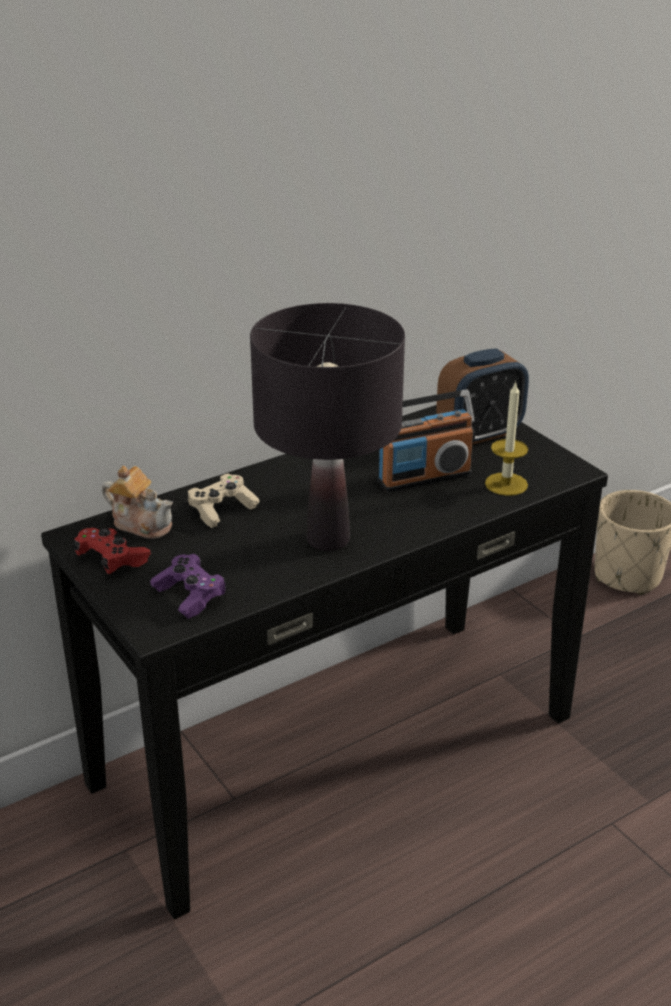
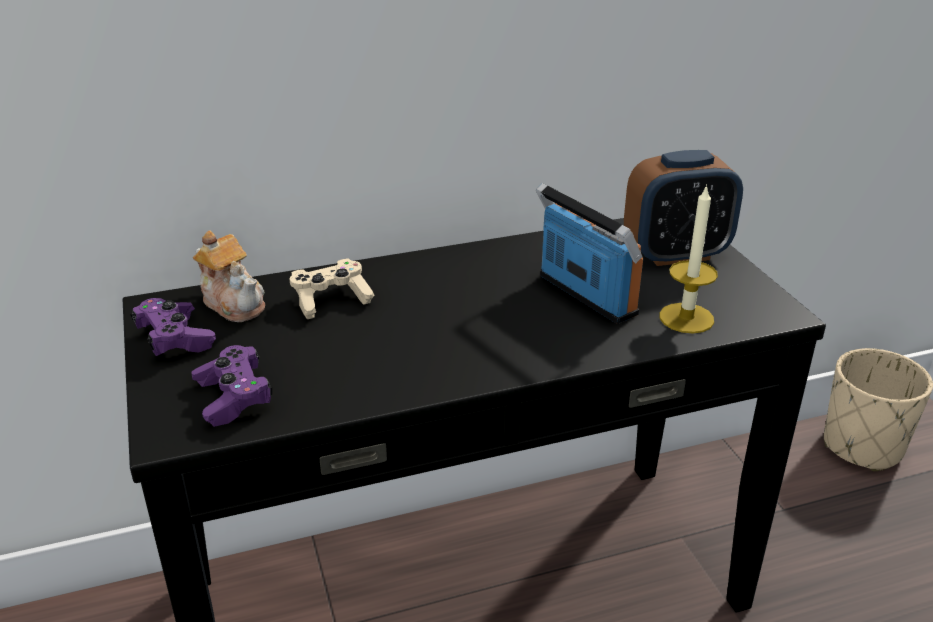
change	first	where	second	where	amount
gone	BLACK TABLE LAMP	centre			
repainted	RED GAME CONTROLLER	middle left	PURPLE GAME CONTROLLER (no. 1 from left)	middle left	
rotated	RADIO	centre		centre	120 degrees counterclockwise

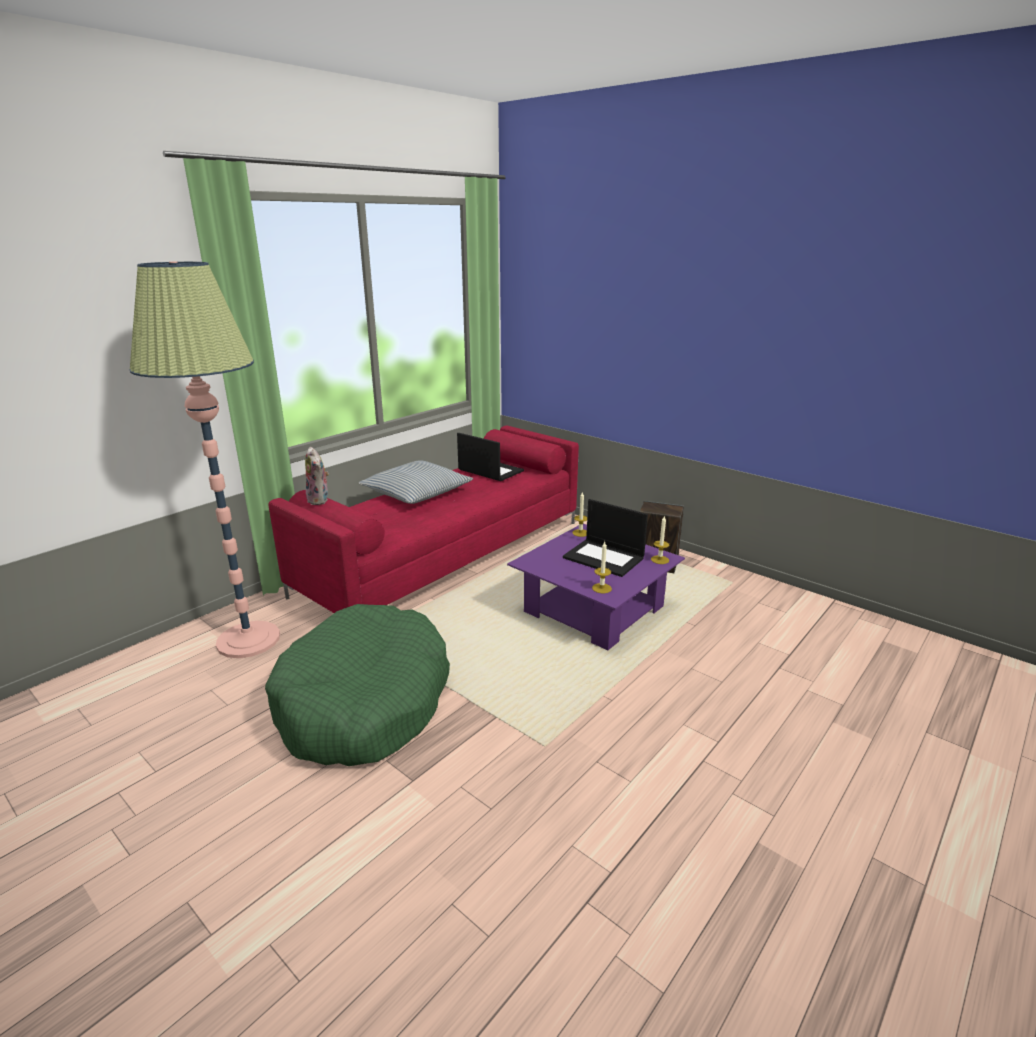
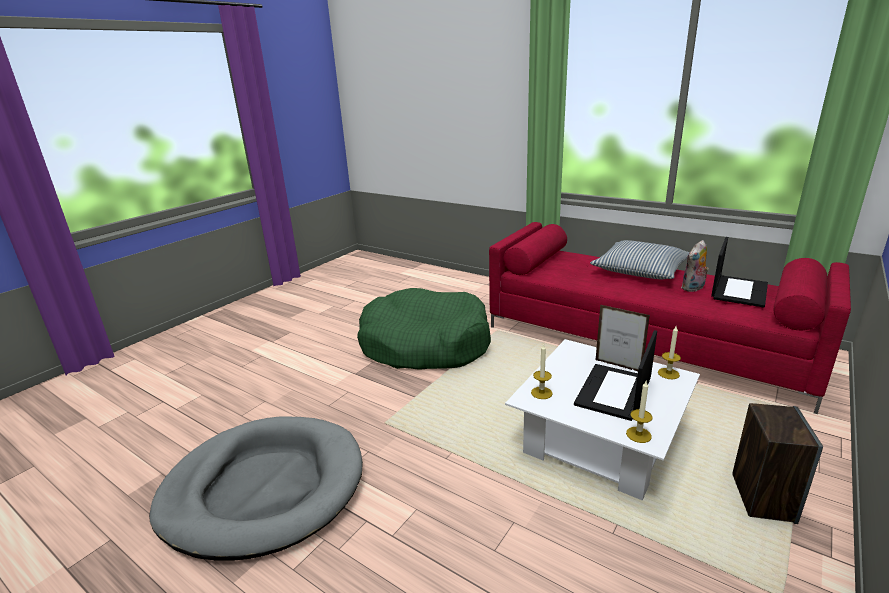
change	first	where	second	where	amount
gone	FLOOR LAMP	middle left			
new			GREY DOG BED	bottom left	
new			PICTURE FRAME	middle right	
shifted	PLUSH TOY	middle left		middle right	
repainted	PURPLE COFFEE TABLE	centre	WHITE COFFEE TABLE	bottom right	

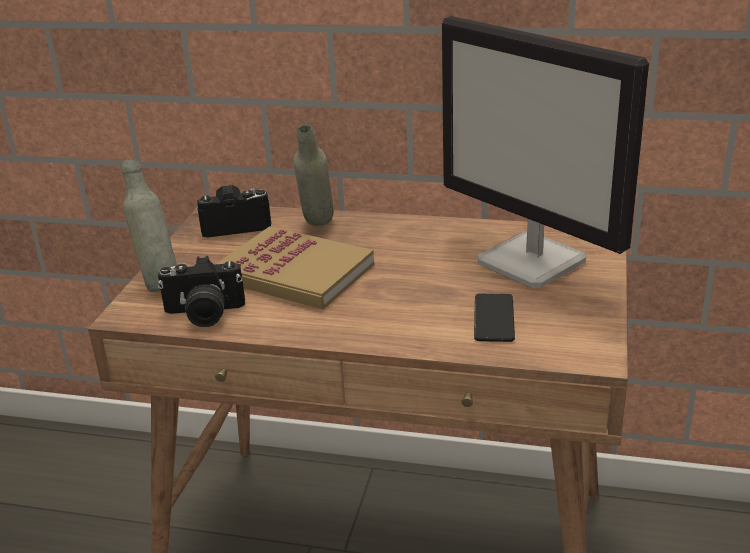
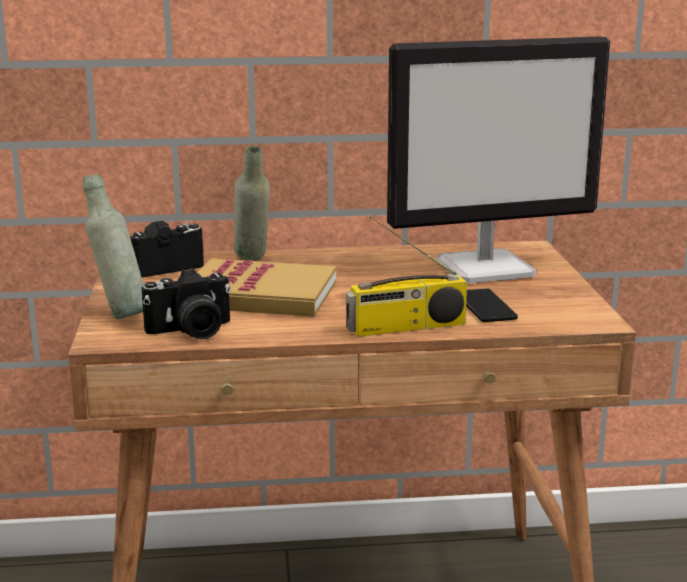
change	first	where	second	where	amount
new			RADIO	centre	
rotated	MONITOR	top right		top right	45 degrees counterclockwise

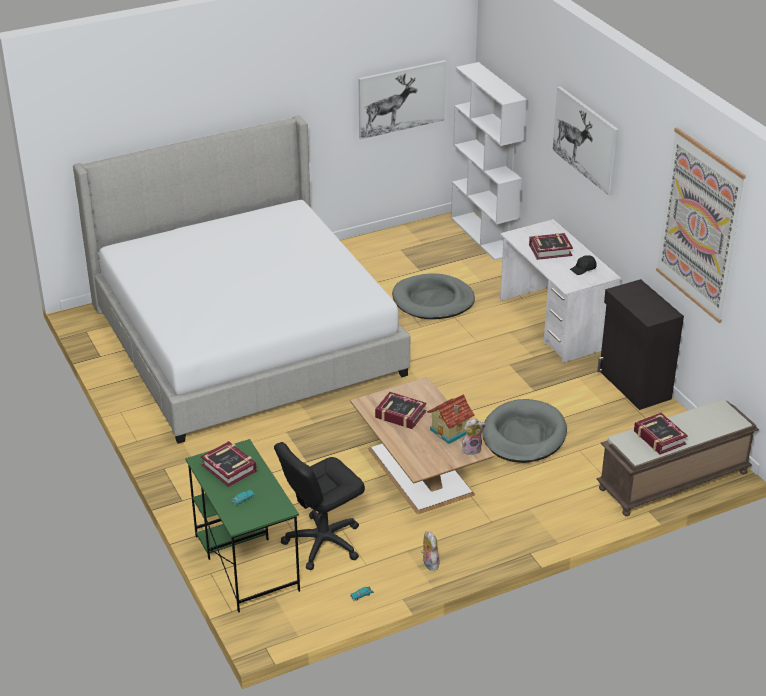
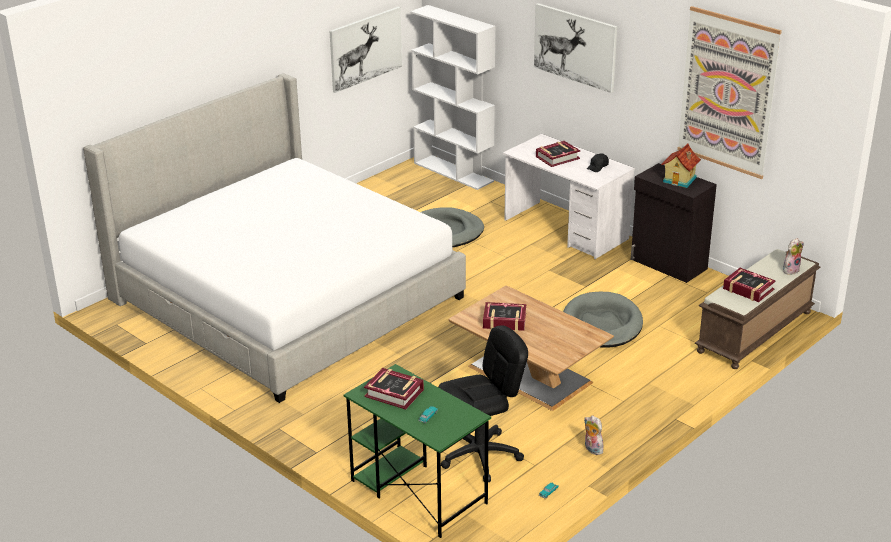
change	first	where	second	where	amount
shifted	TOY HOUSE	centre		top right	
shifted	PLUSH TOY (no. 2 from left)	centre		middle right	
rotated	BLACK OFFICE CHAIR	bottom centre		bottom centre	150 degrees counterclockwise

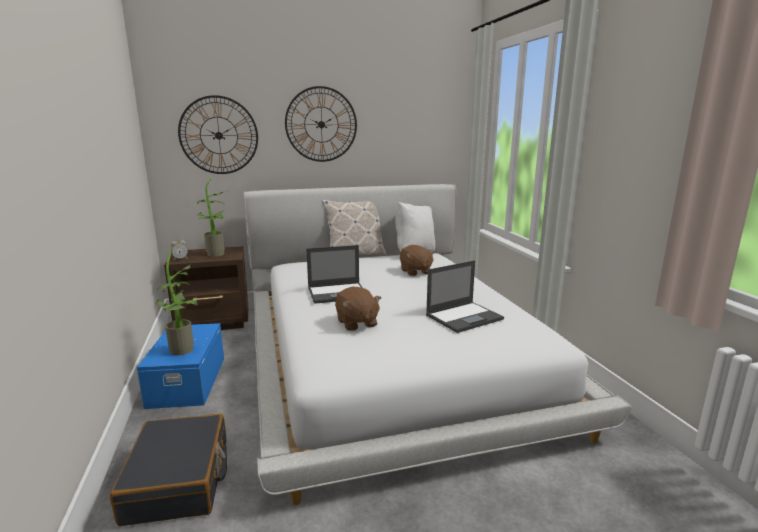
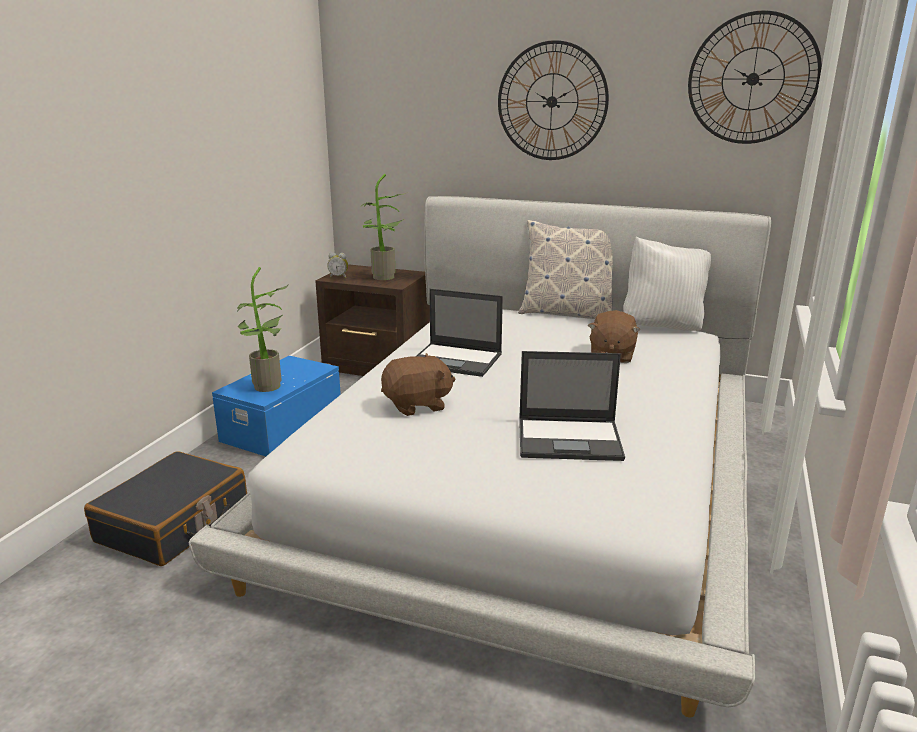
change	first	where	second	where	amount
shifted	WALL CLOCK (no. 1 from left in the first image)	top left	WALL CLOCK (no. 2 from left)	top right	
rotated	BROWN PLUSH TOY (no. 1 from left)	centre		centre	120 degrees counterclockwise

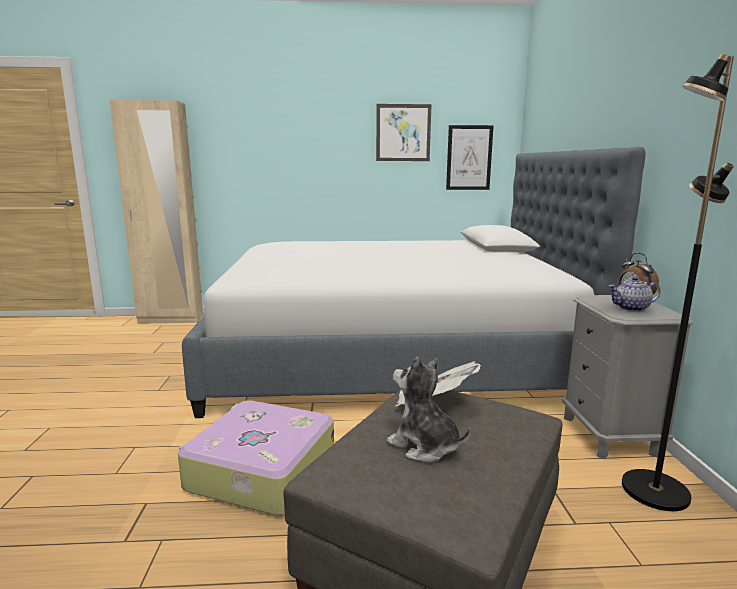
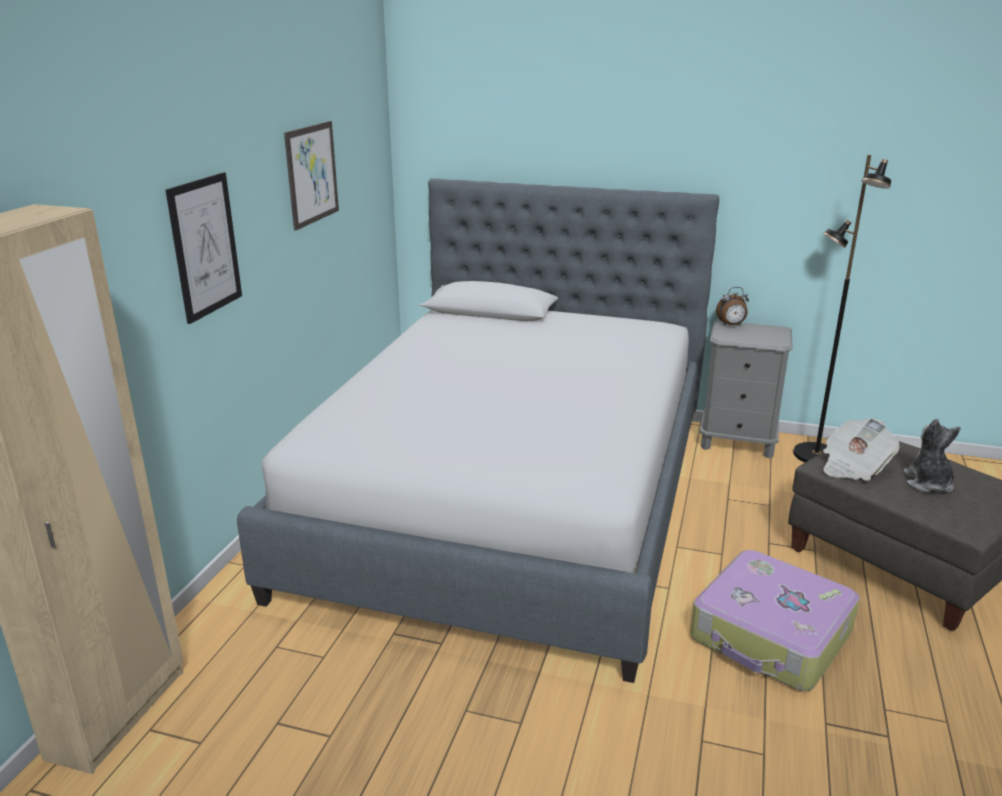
change	first	where	second	where	amount
gone	TEAPOT	middle right			
shifted	PICTURE (no. 2 from left in the first image)	top centre	PICTURE (no. 1 from left)	top left	
rotated	PLUSH TOY	bottom centre		middle right	120 degrees clockwise

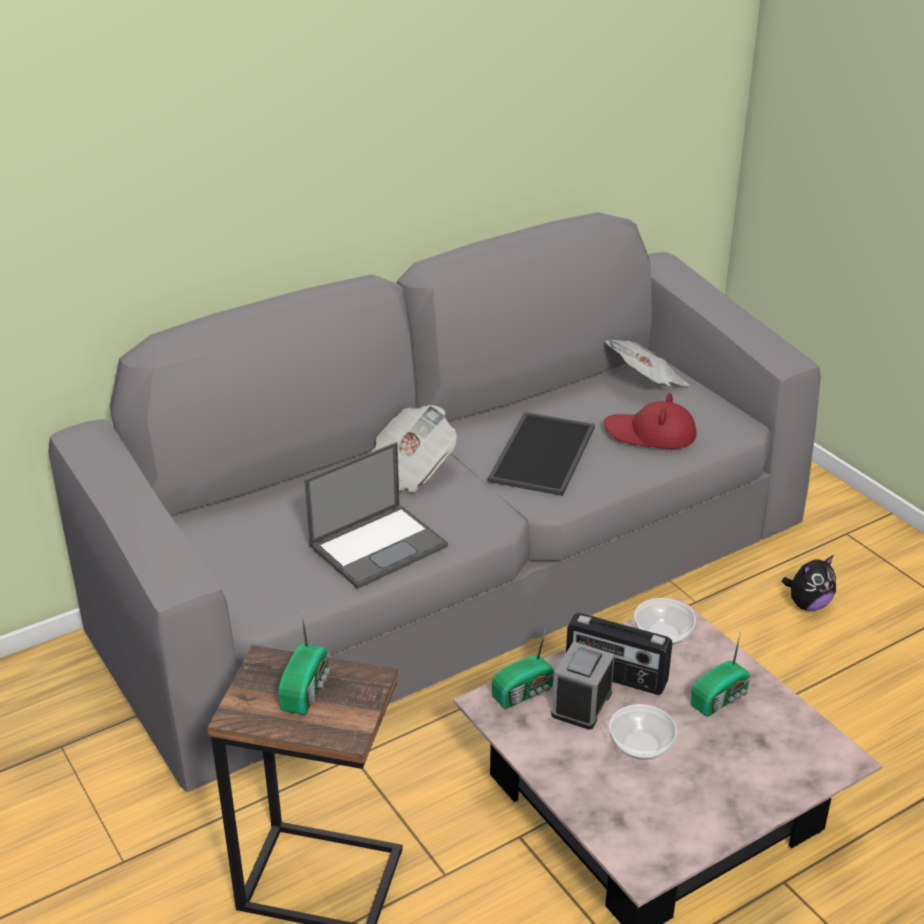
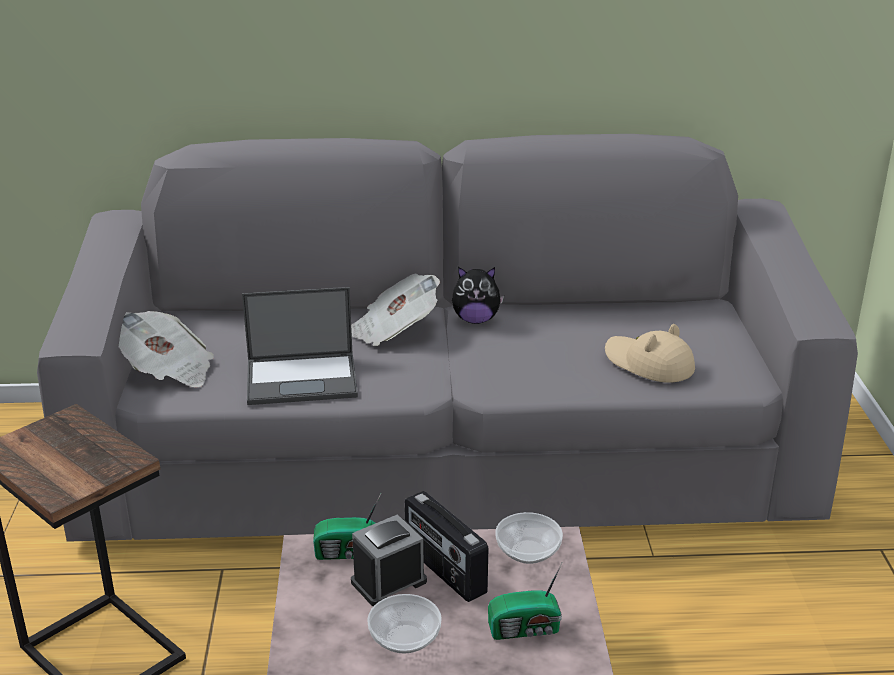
change	first	where	second	where	amount
gone	RADIO (no. 1 from left)	bottom left			
gone	TRAY	centre			
shifted	NEWSPAPER (no. 2 from left in the first image)	middle right	NEWSPAPER (no. 1 from left)	middle left	
shifted	PLUSH TOY	middle right		centre	
repainted	RED HAT	middle right	BEIGE HAT	middle right	

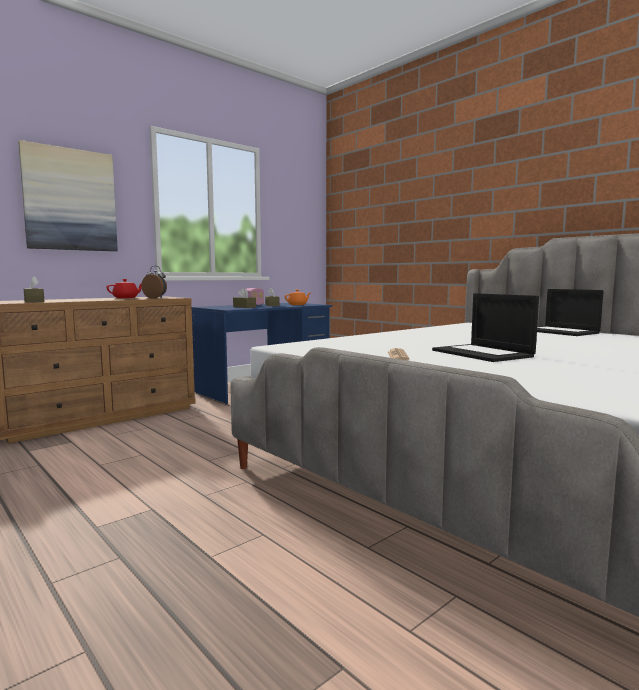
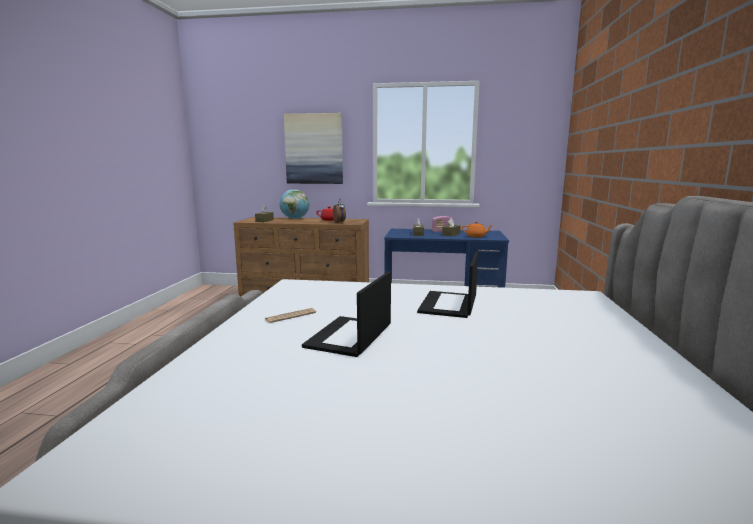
change	first	where	second	where	amount
new			GLOBE	centre	
shifted	LAPTOP (no. 2 from left)	middle right		centre	

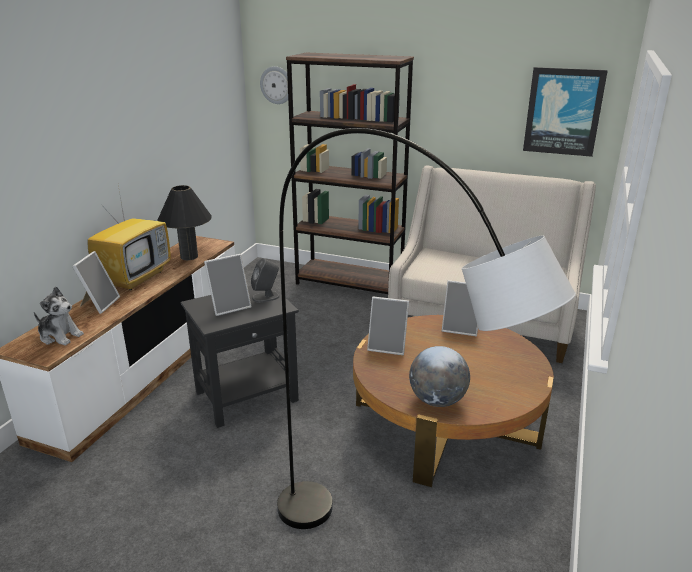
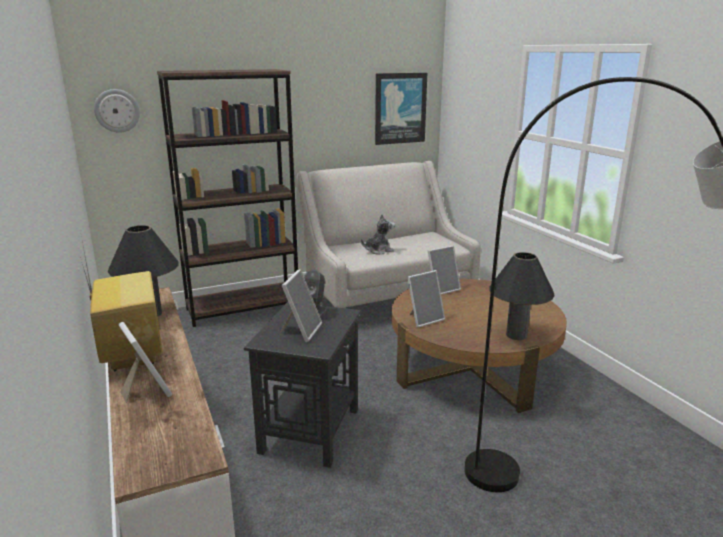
change	first	where	second	where	amount
shifted	PLUSH TOY	middle left		centre	
swapped	GLOBE	centre	BLACK TABLE LAMP (no. 2 from left)	middle right	

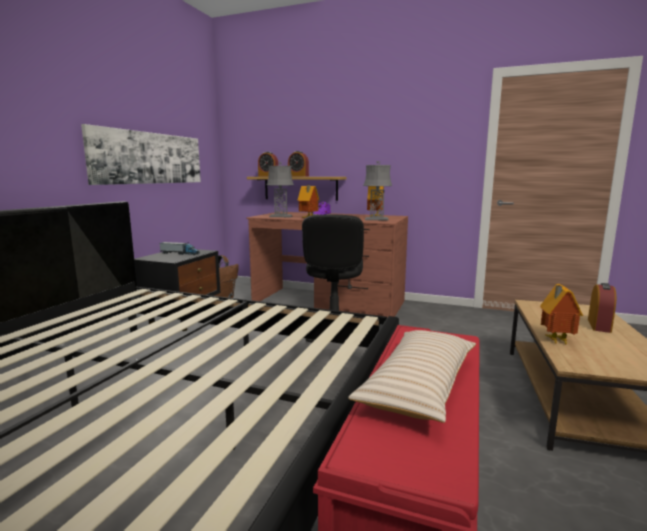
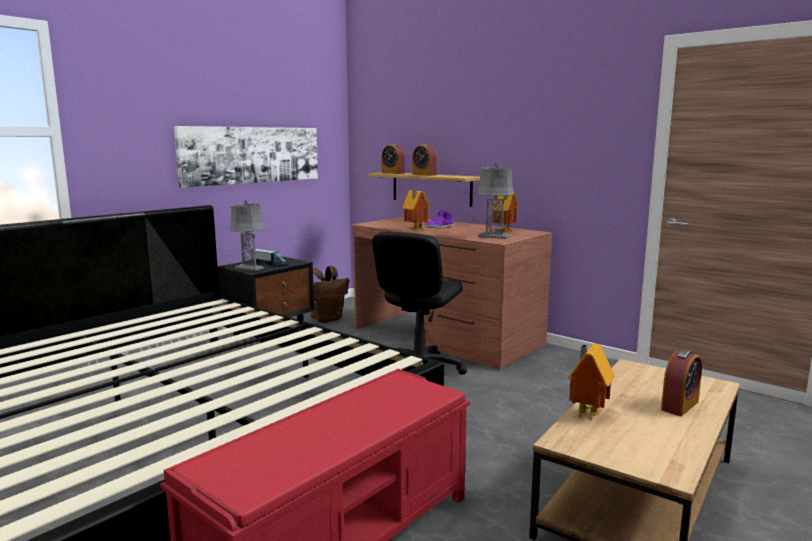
change	first	where	second	where	amount
gone	BEIGE PILLOW	bottom centre			
shifted	GREY TABLE LAMP (no. 1 from left)	centre		middle left	

